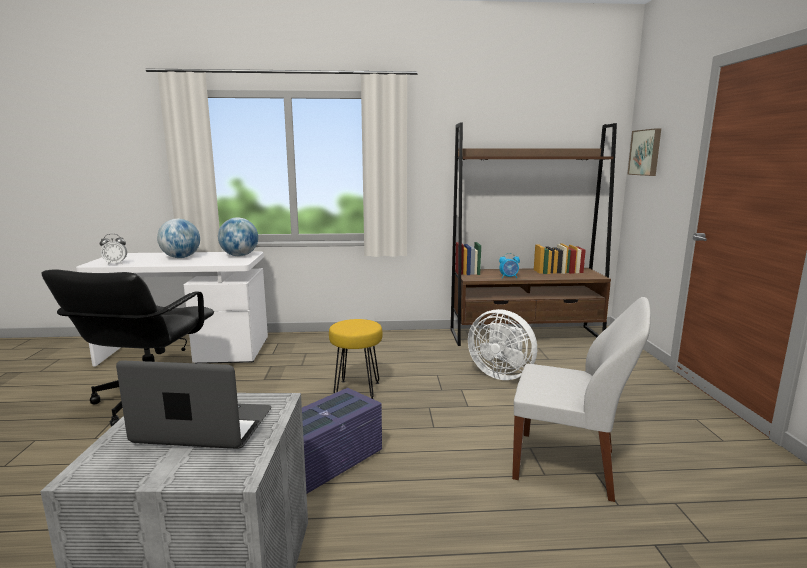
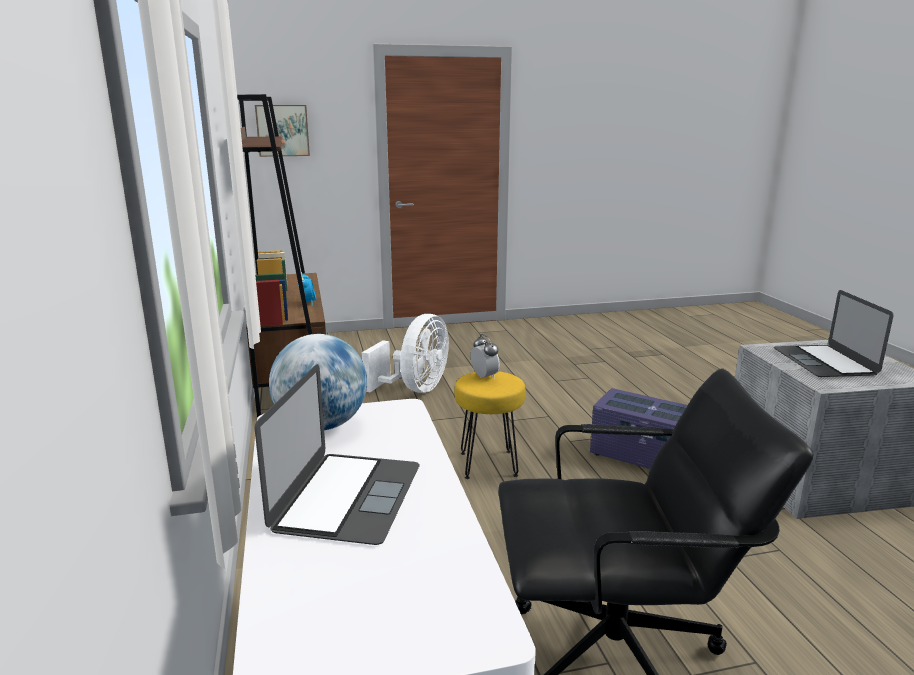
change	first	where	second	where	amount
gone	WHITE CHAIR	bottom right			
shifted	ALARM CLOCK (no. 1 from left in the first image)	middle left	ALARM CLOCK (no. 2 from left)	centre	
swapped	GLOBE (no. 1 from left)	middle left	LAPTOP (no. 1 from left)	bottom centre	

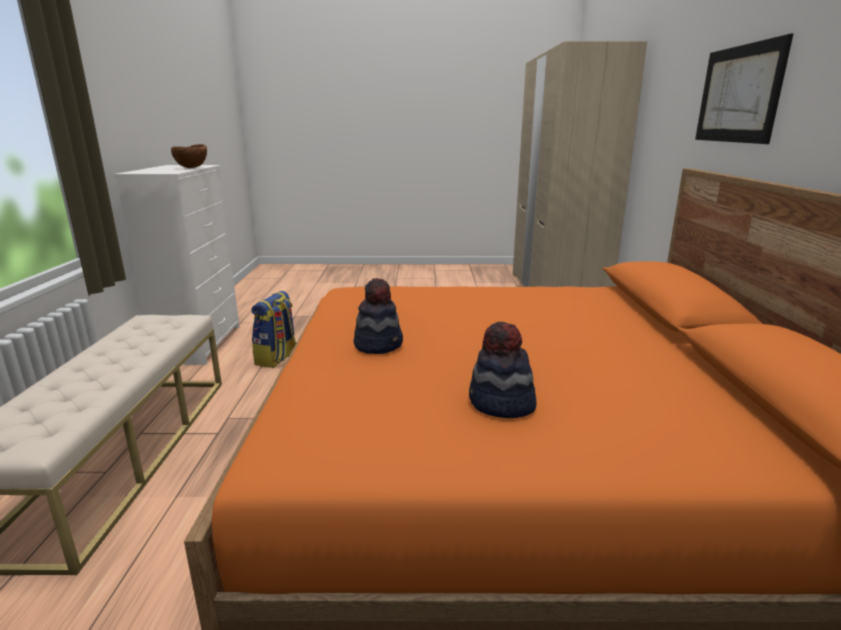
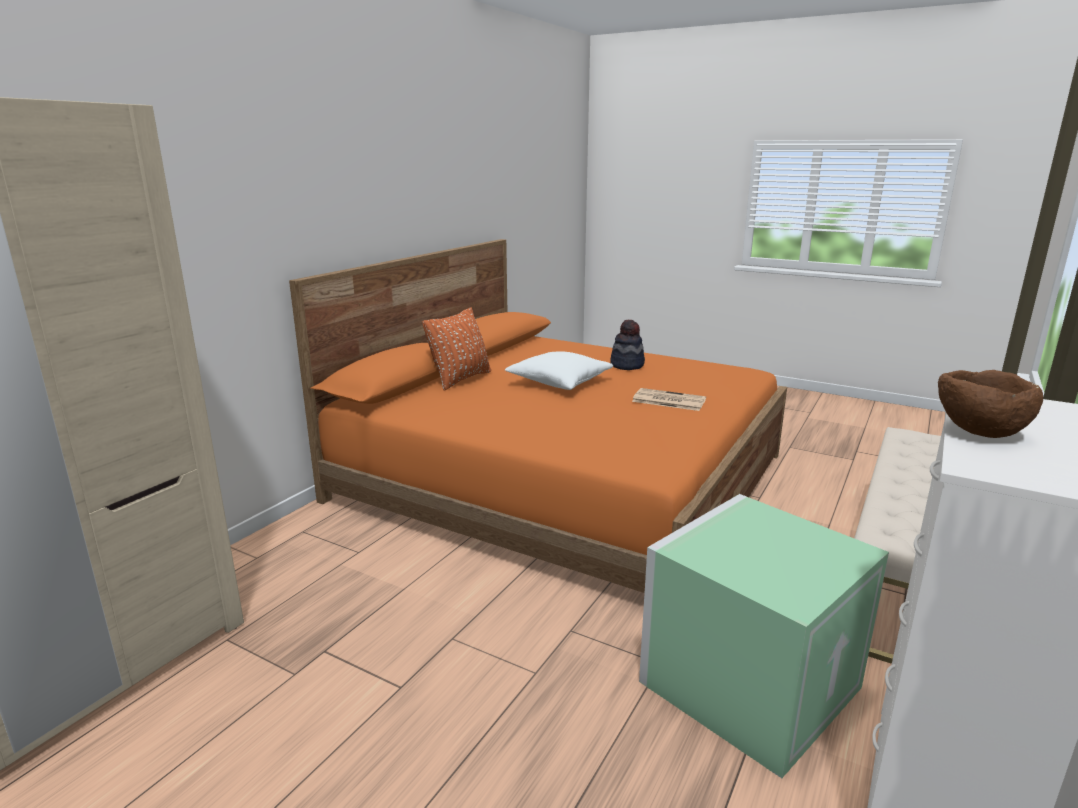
change	first	where	second	where	amount
gone	PICTURE	top right			
new			ORANGE PILLOW	centre	
new			WHITE PILLOW	centre	
swapped	BACKPACK	middle left	GREEN STORAGE BOX	bottom right	
swapped	HAT (no. 1 from left)	centre	NEWSPAPER	centre	

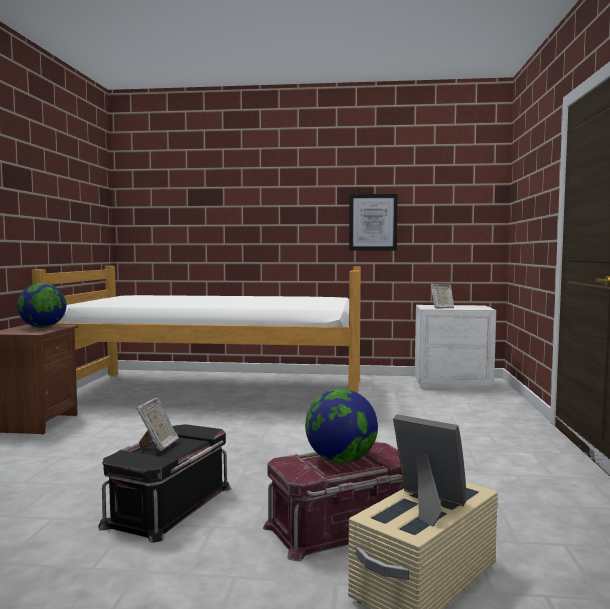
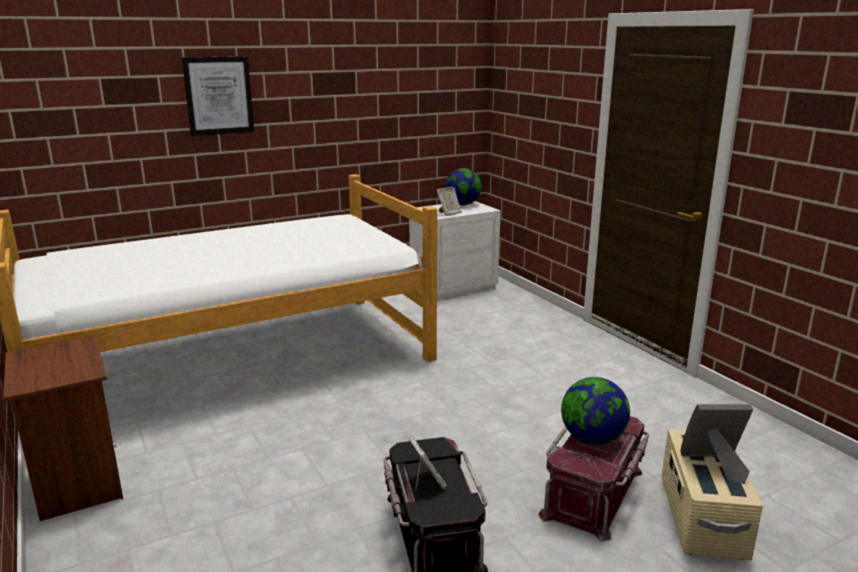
change	first	where	second	where	amount
shifted	GLOBE (no. 1 from left)	middle left		top centre	
shifted	PICTURE	centre		top left	

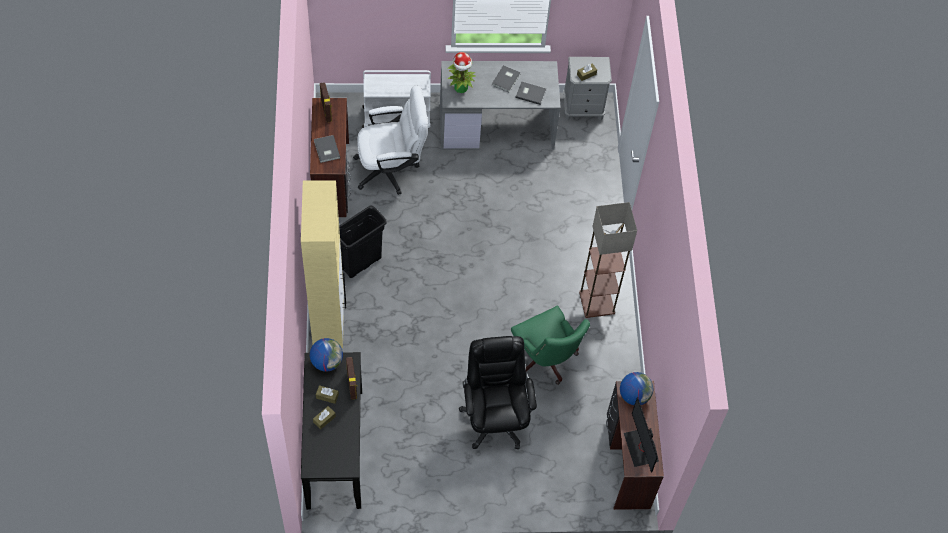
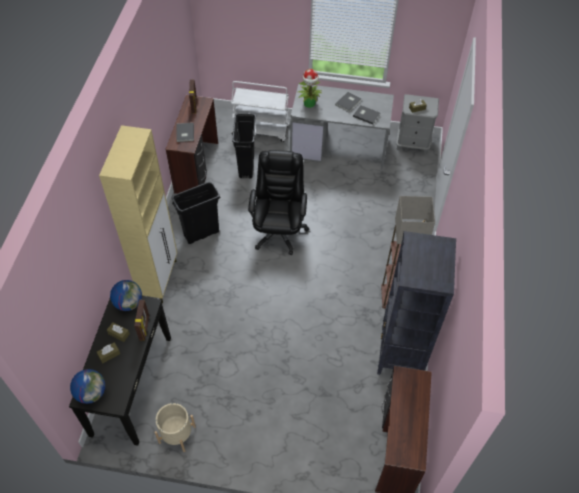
change	first	where	second	where	amount
gone	GREEN OFFICE CHAIR	centre			
gone	MONITOR	bottom right			
new			BEIGE PLANTER	bottom left	
new			BLACK BOOKCASE	middle right	
shifted	BLACK OFFICE CHAIR	bottom centre		centre	
shifted	GLOBE (no. 2 from left in the first image)	bottom right	GLOBE (no. 1 from left)	bottom left	
swapped	WHITE OFFICE CHAIR	top centre	BLACK TRASH CAN (no. 2 from left)	top centre	

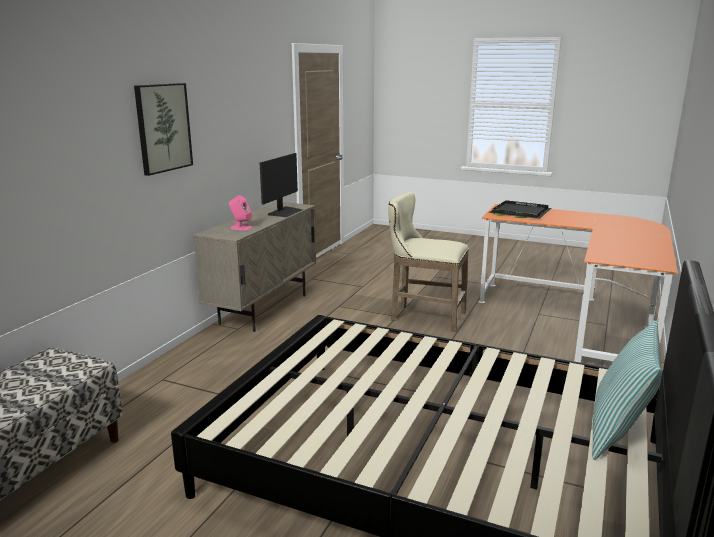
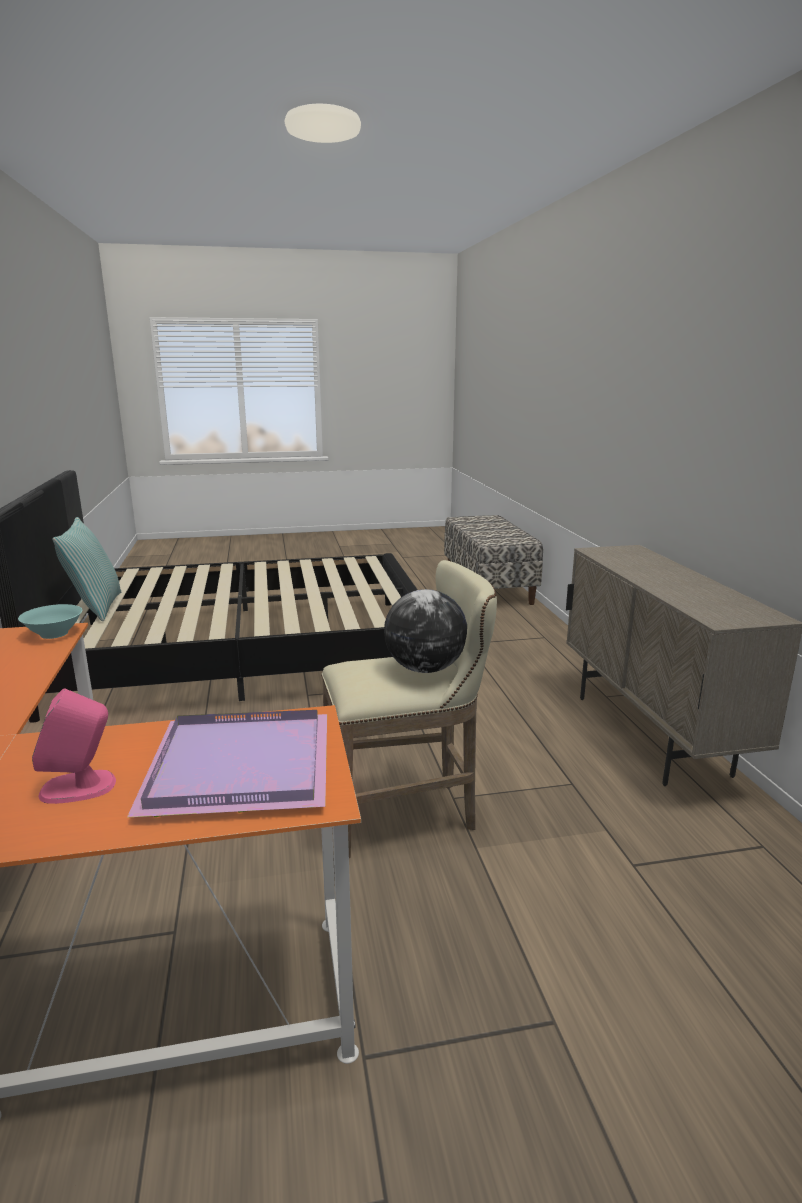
change	first	where	second	where	amount
gone	PICTURE	top left			
gone	MONITOR	centre			
new			TURQUOISE BOWL	middle left	
new			GLOBE	centre	
shifted	PINK SPEAKER	centre		middle left	
repainted	BLACK TRAY	middle right	PURPLE TRAY	middle left	

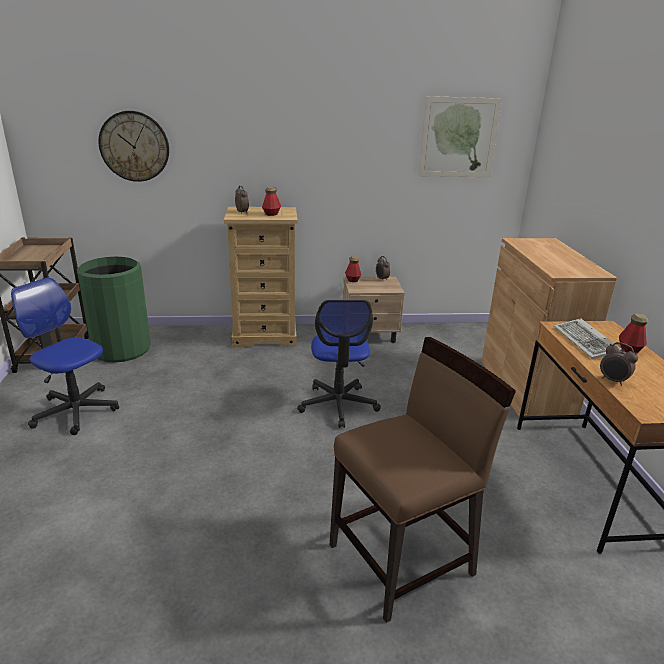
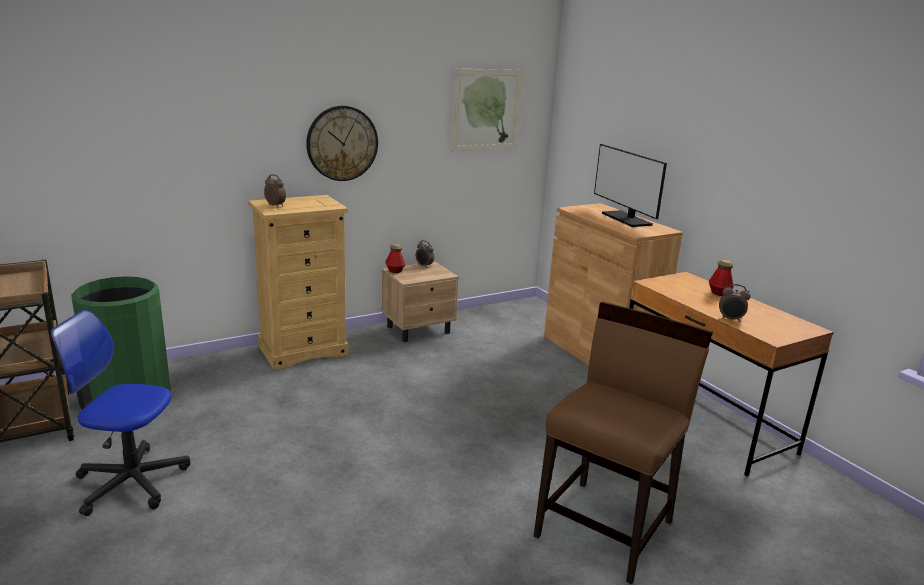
change	first	where	second	where	amount
gone	BOTTLE (no. 1 from left)	top centre			
gone	OFFICE CHAIR (no. 2 from left)	centre			
gone	KEYBOARD	middle right			
new			MONITOR	top right	
shifted	WALL CLOCK	top left		top centre	

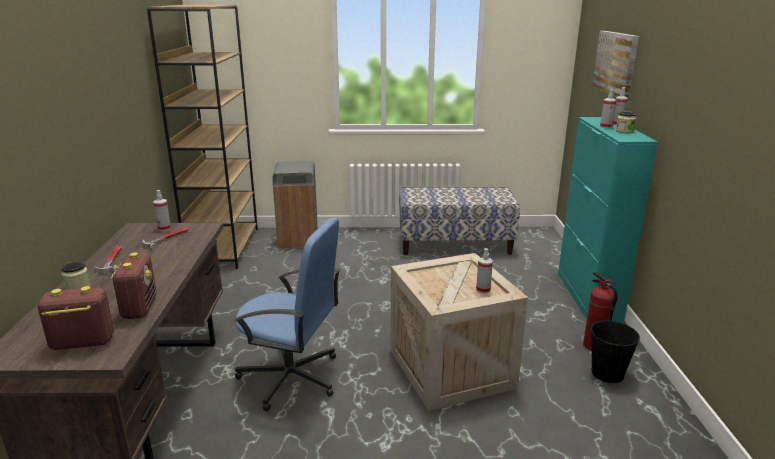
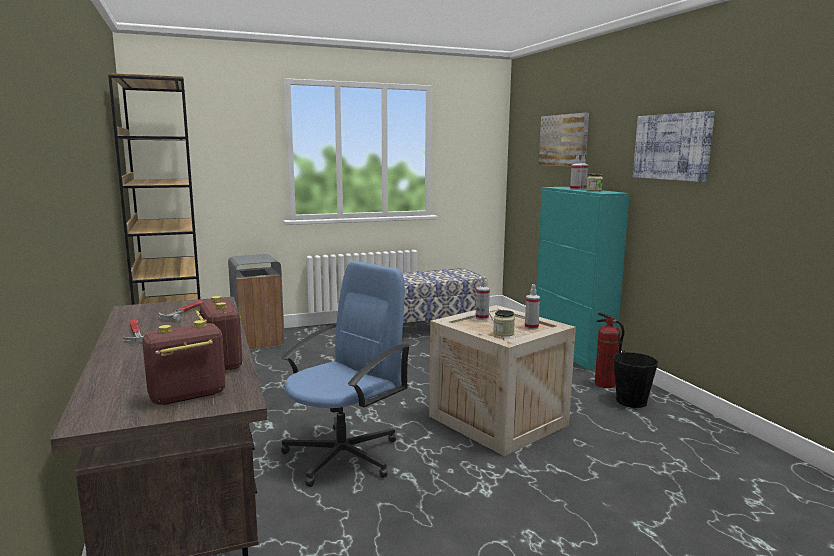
change	first	where	second	where	amount
new			PICTURE (no. 2 from left)	top right	
shifted	JAR (no. 1 from left)	middle left		centre	
shifted	SPRAY BOTTLE (no. 1 from left)	middle left		centre	
rotated	BLUE OFFICE CHAIR	bottom centre		bottom centre	45 degrees counterclockwise

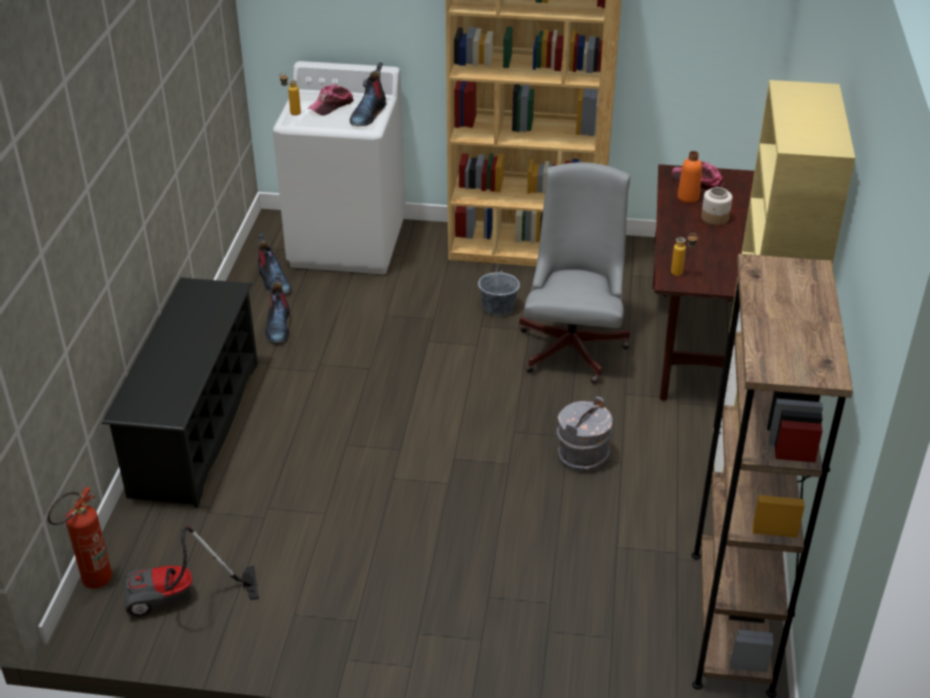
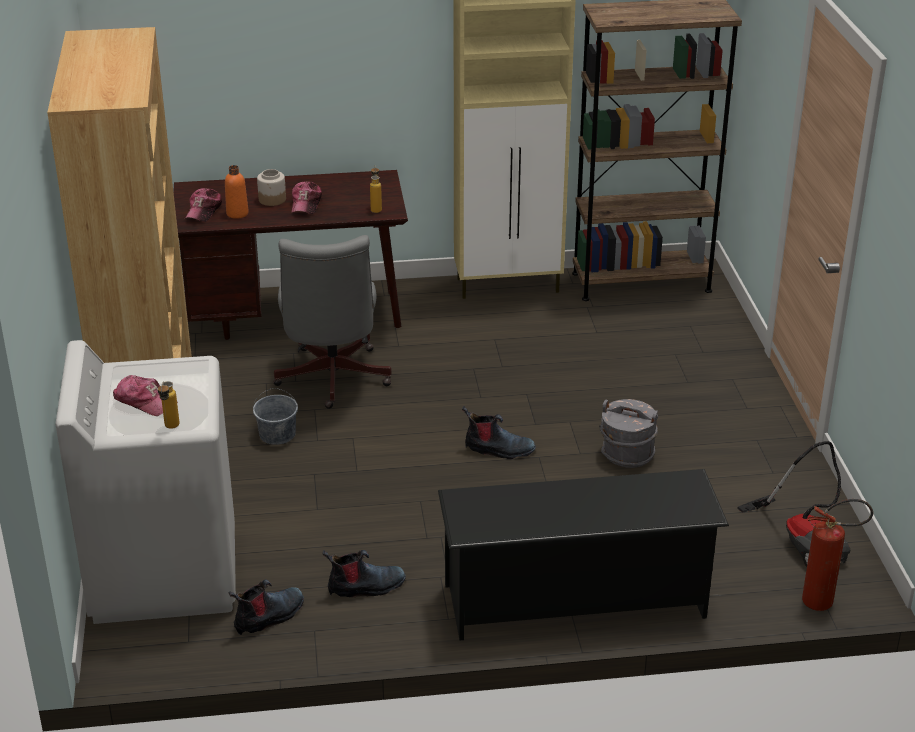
change	first	where	second	where	amount
new			CAP (no. 3 from left)	top centre	
shifted	BOOT (no. 3 from left)	top centre		centre	
shifted	GREY BUCKET (no. 2 from left)	centre		middle right	
rotated	GREY OFFICE CHAIR	centre		centre	90 degrees counterclockwise

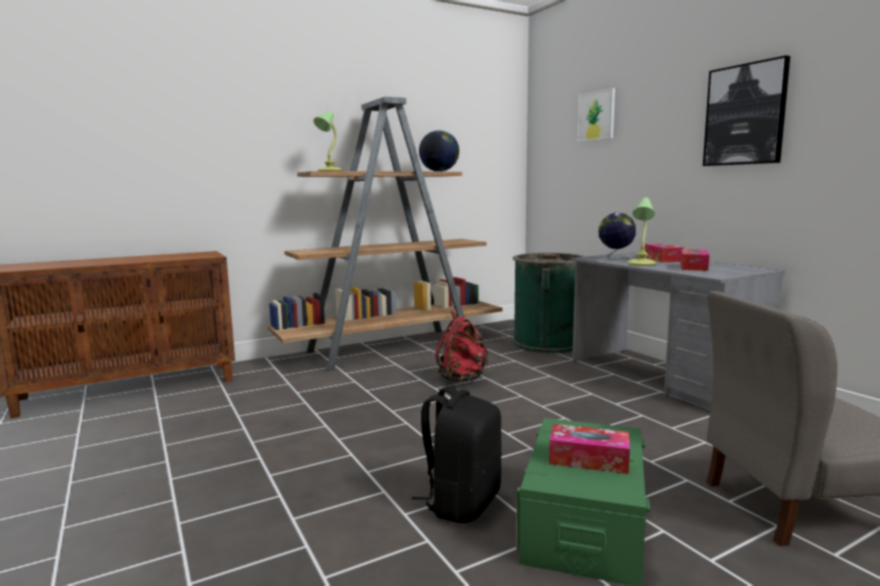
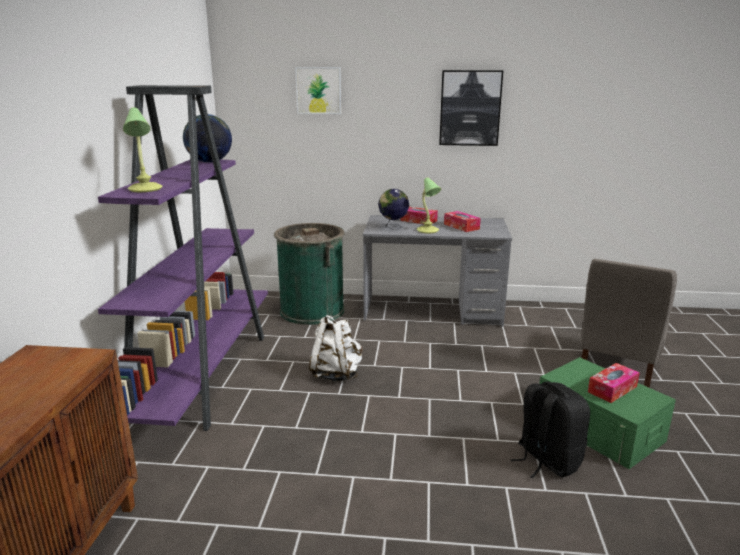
change	first	where	second	where	amount
repainted	BROWN BOOKCASE	centre	PURPLE BOOKCASE	middle left	
repainted	RED BACKPACK	centre	WHITE BACKPACK	centre	

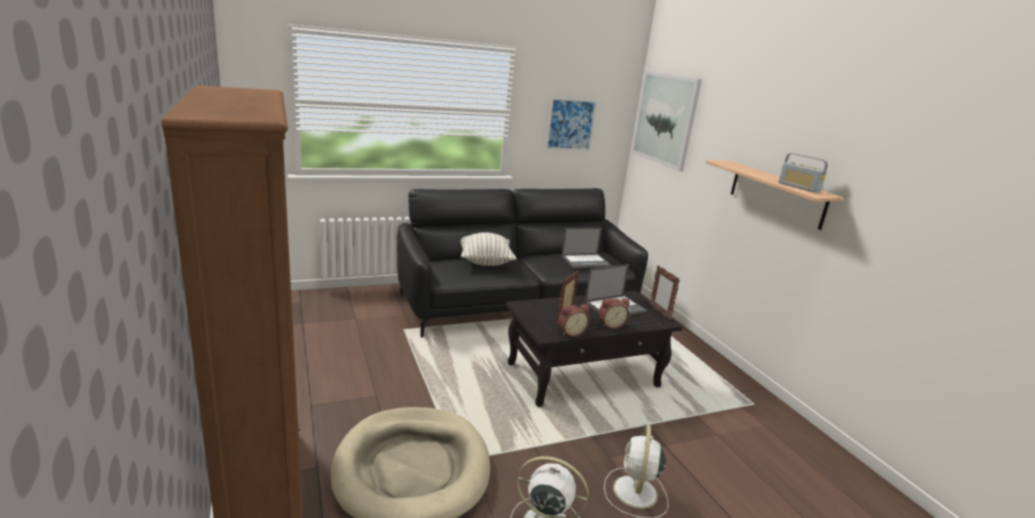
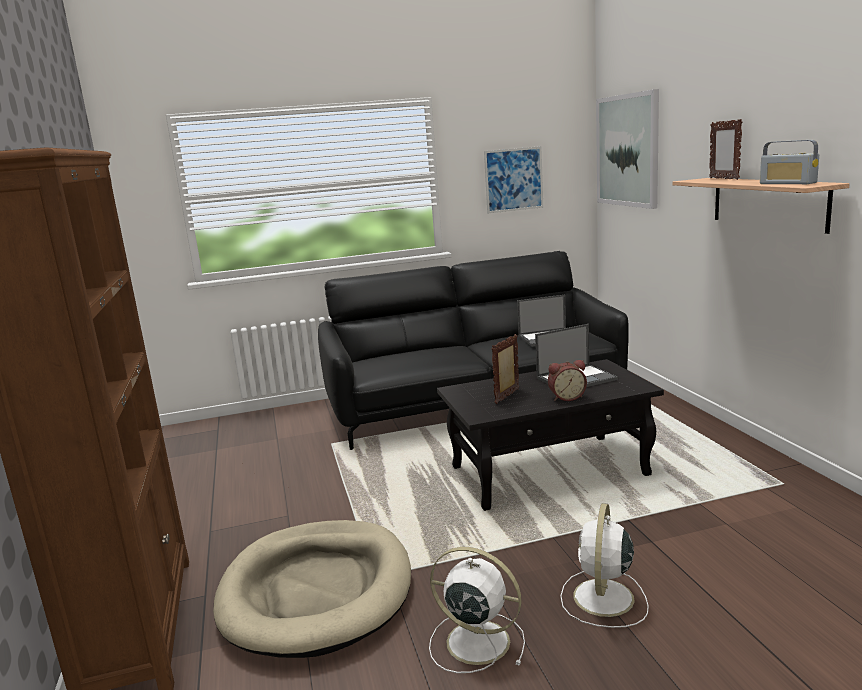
change	first	where	second	where	amount
gone	PILLOW	centre			
gone	ALARM CLOCK (no. 1 from left)	centre			
shifted	PICTURE FRAME (no. 2 from left)	centre		top right	

